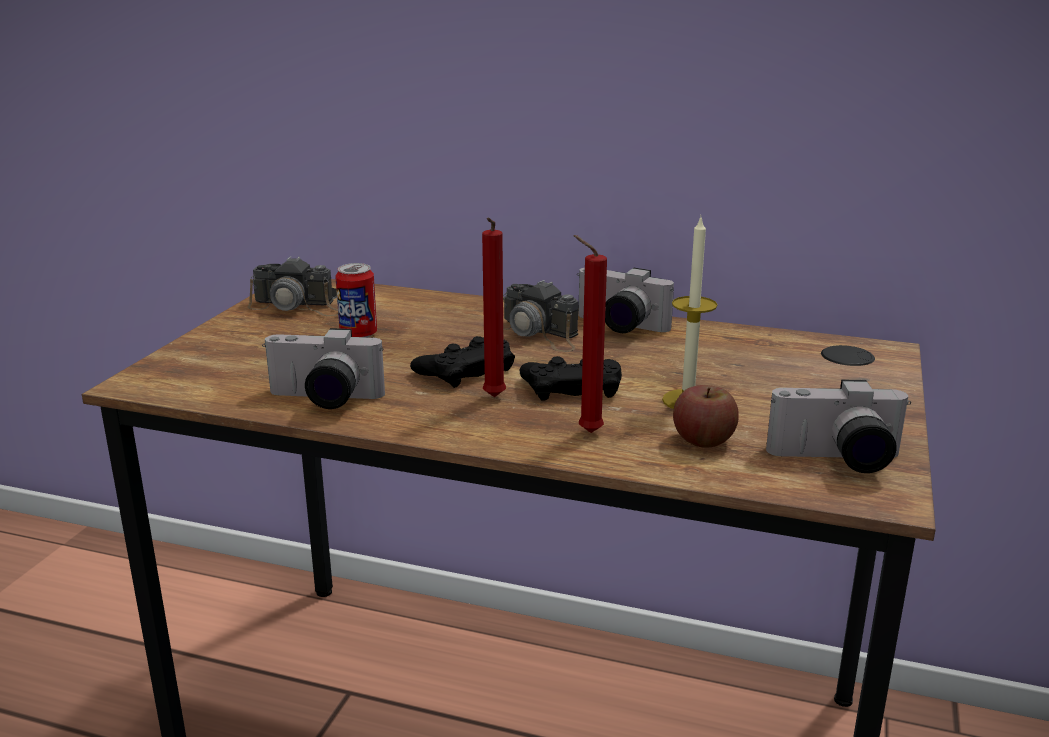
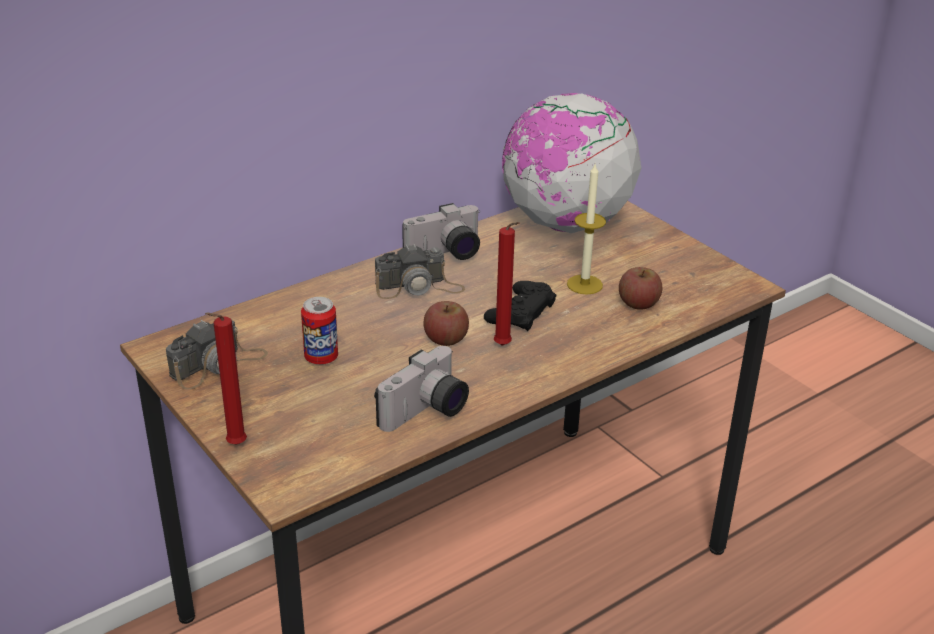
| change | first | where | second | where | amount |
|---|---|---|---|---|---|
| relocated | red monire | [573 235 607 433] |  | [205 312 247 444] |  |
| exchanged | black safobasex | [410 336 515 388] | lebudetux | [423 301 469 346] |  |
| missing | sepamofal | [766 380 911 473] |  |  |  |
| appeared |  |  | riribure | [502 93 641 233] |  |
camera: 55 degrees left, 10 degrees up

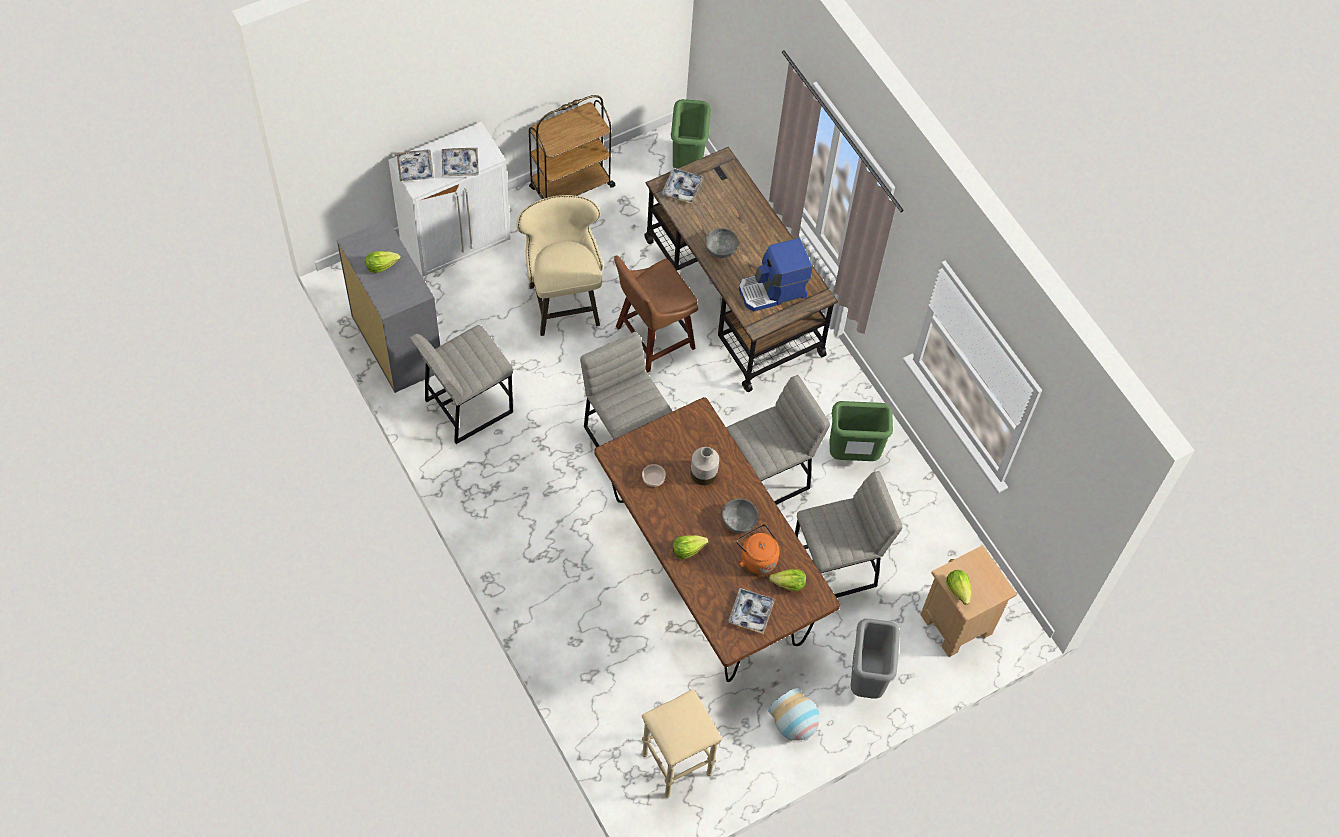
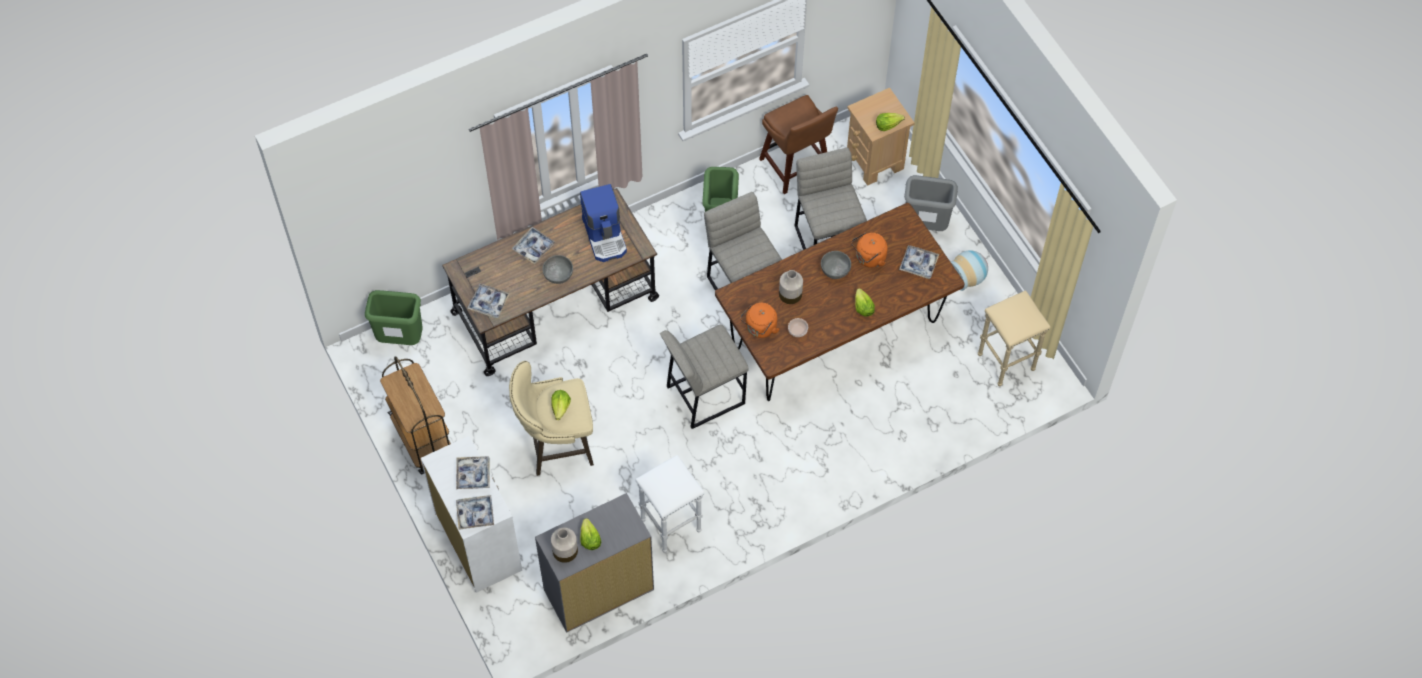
| change | first | where | second | where | amount |
|---|---|---|---|---|---|
| relocated | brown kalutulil | [614 255 698 373] |  | [759 95 838 194] |  |
| exchanged | grey kalutulil | [410 325 513 444] | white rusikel | [635 455 704 553] |  |
| relocated | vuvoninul | [769 569 806 591] |  | [551 390 571 420] |  |
| appeared |  |  | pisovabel | [512 227 556 264] |  |
| appeared |  |  | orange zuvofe | [740 303 780 338] |  |
| appeared |  |  | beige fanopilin | [551 528 578 563] |  |
camera: 85 degrees left, 0 degrees up

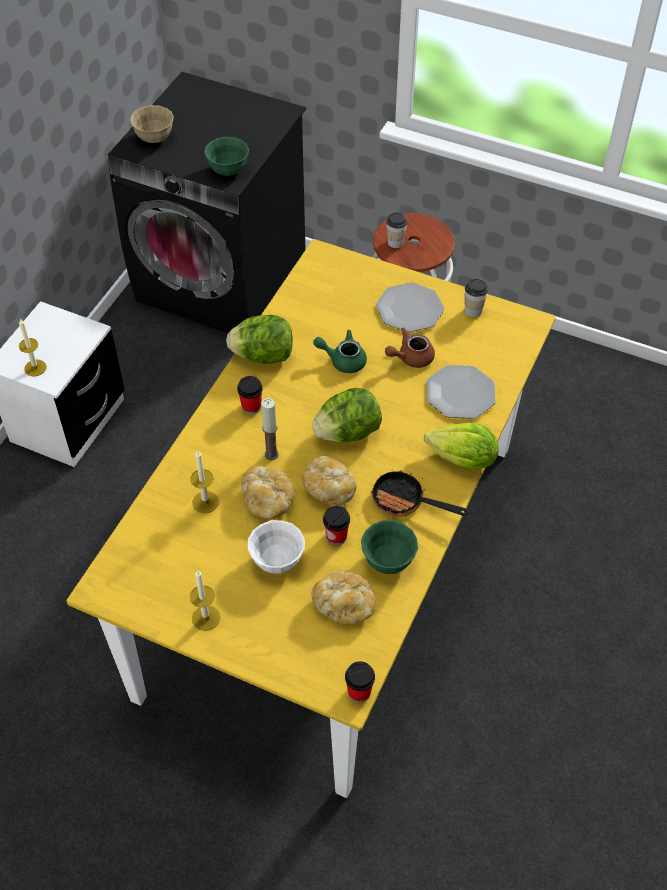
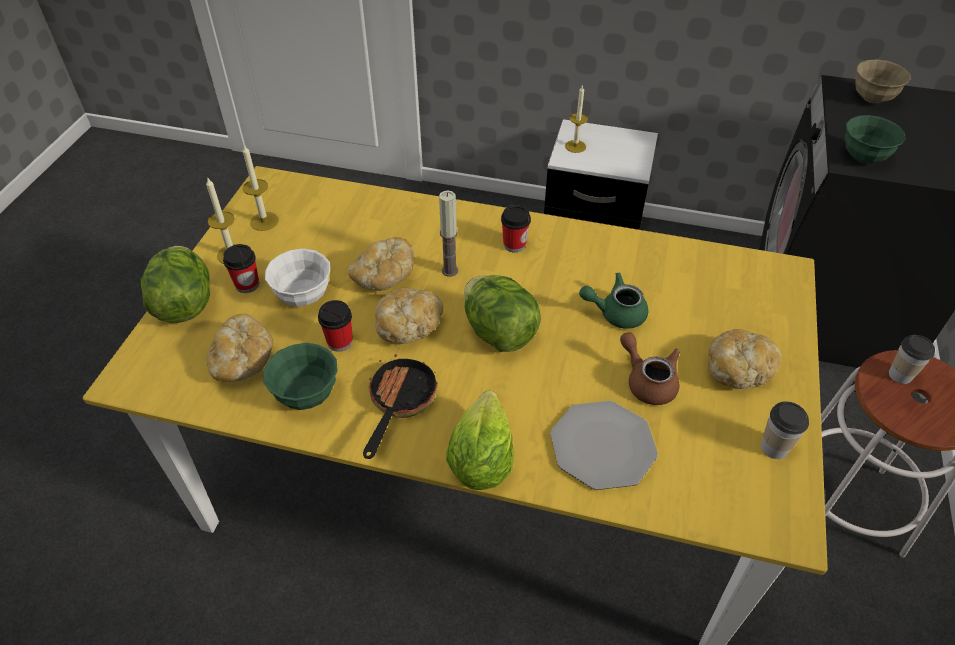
| change | first | where | second | where | amount |
|---|---|---|---|---|---|
| exchanged | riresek | [376 282 444 332] | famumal | [708 329 782 389] |  |
| relocated | vuvoninul | [226 315 293 364] |  | [141 246 210 323] |  |
| spun | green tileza | [313 330 367 373] |  | [579 273 648 329] | 90 degrees counterclockwise |
| relocated | monire | [190 450 219 513] |  | [243 145 279 231] |  |
| relocated | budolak | [345 661 375 703] |  | [223 244 259 293] |  |
camera: 80 degrees right, 5 degrees down

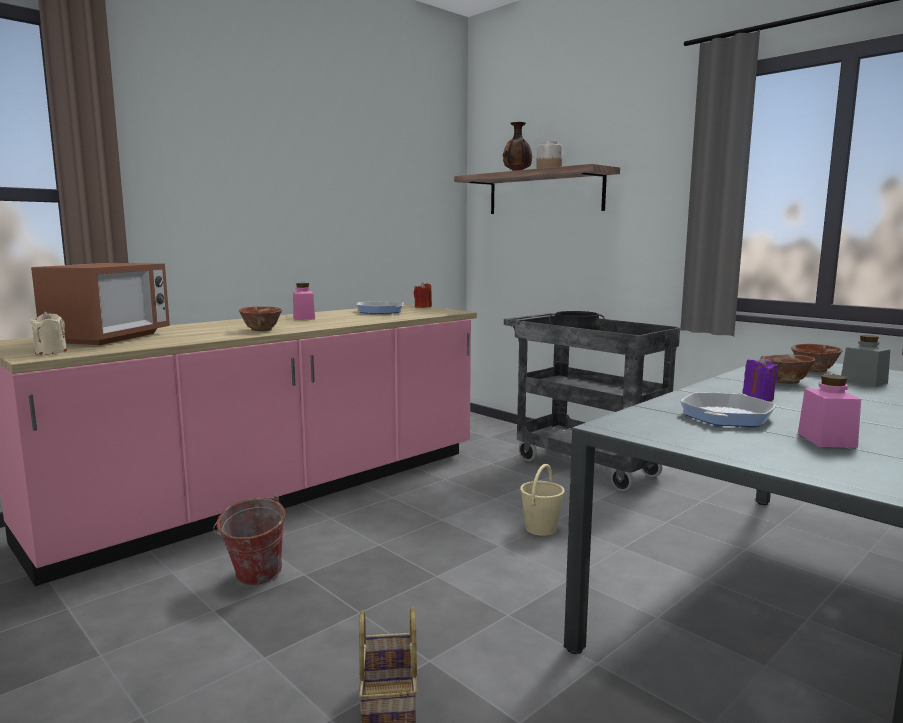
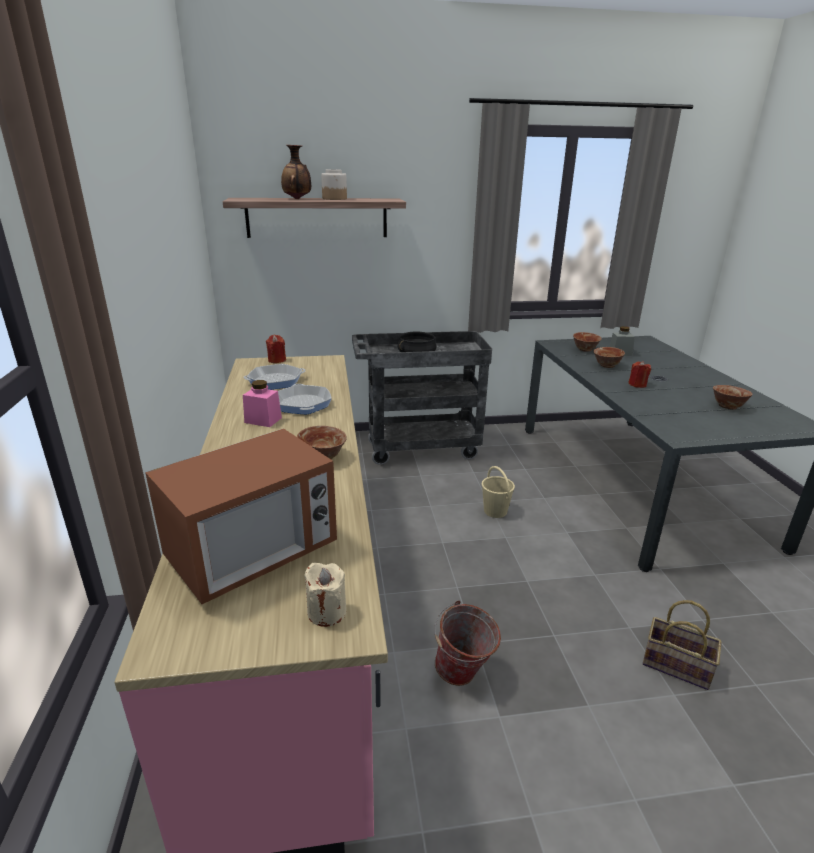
| change | first | where | second | where | amount |
|---|---|---|---|---|---|
| spun | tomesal | [31 263 170 345] |  | [145 428 337 604] | 90 degrees clockwise |
| colour | purple monire | [742 356 778 401] | red monire | [629 361 651 388] |  |
| exchanged | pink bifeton | [798 374 861 448] | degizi | [713 385 753 410] |  |
| relocated | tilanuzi | [680 393 776 427] |  | [278 384 332 414] |  |
camera: 55 degrees left, 15 degrees up

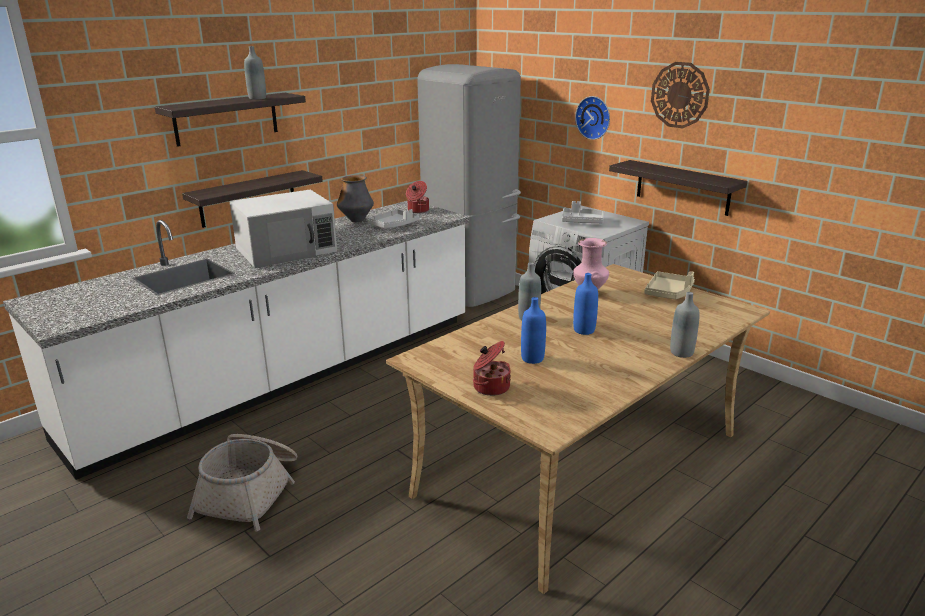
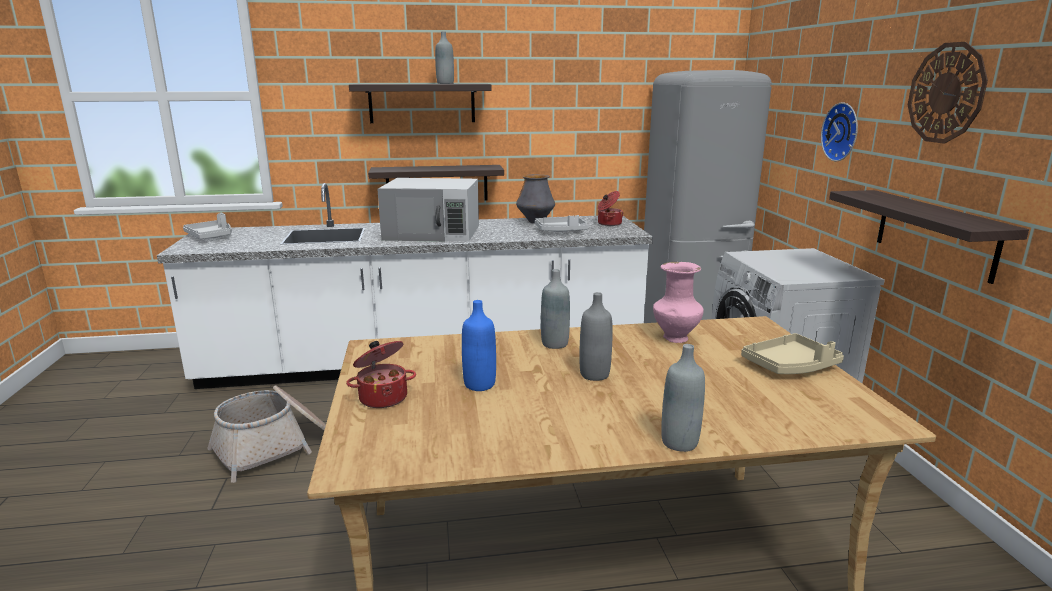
| change | first | where | second | where | amount |
|---|---|---|---|---|---|
| relocated | grey pisovabel | [562 201 604 223] |  | [183 213 232 239] |  |
| colour | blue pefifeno | [573 273 598 335] | grey pefifeno | [579 292 613 381] |  |
camera: 35 degrees right, 5 degrees down

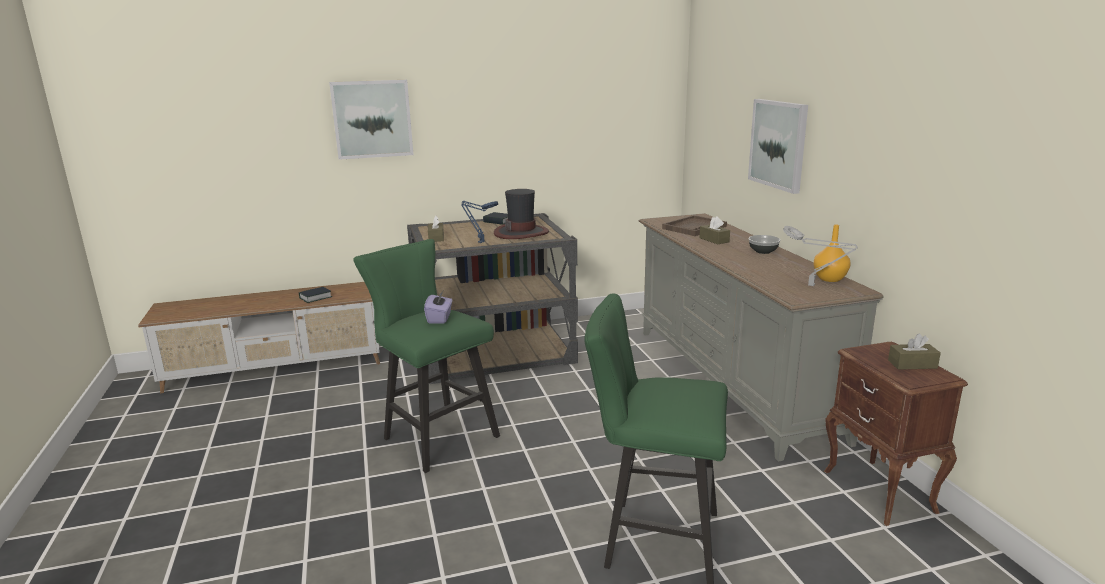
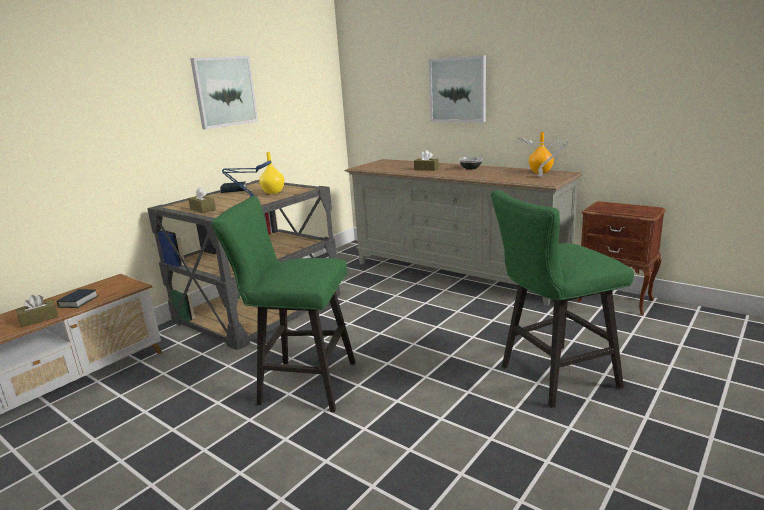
| change | first | where | second | where | amount |
|---|---|---|---|---|---|
| relocated | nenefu | [329 80 414 160] |  | [190 56 258 129] |  |
| exchanged | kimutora | [494 189 549 239] | yellow fanopilin | [259 152 285 194] |  |
| missing | brown pisovabel | [662 215 727 236] |  |  |  |
| missing | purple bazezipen | [424 291 452 323] |  |  |  |
| relocated | brown bazezipen | [888 334 941 370] |  | [16 295 58 327] |  |
camera: 35 degrees left, 0 degrees up

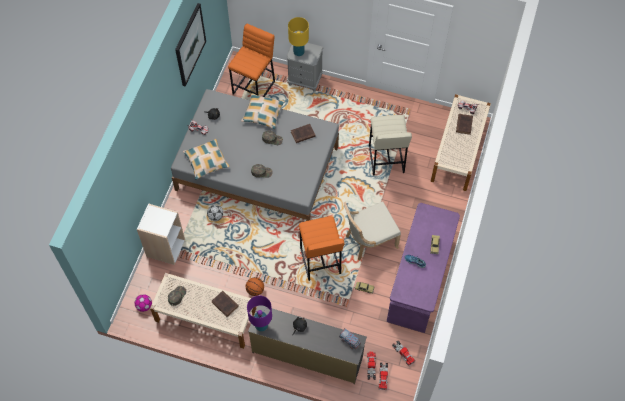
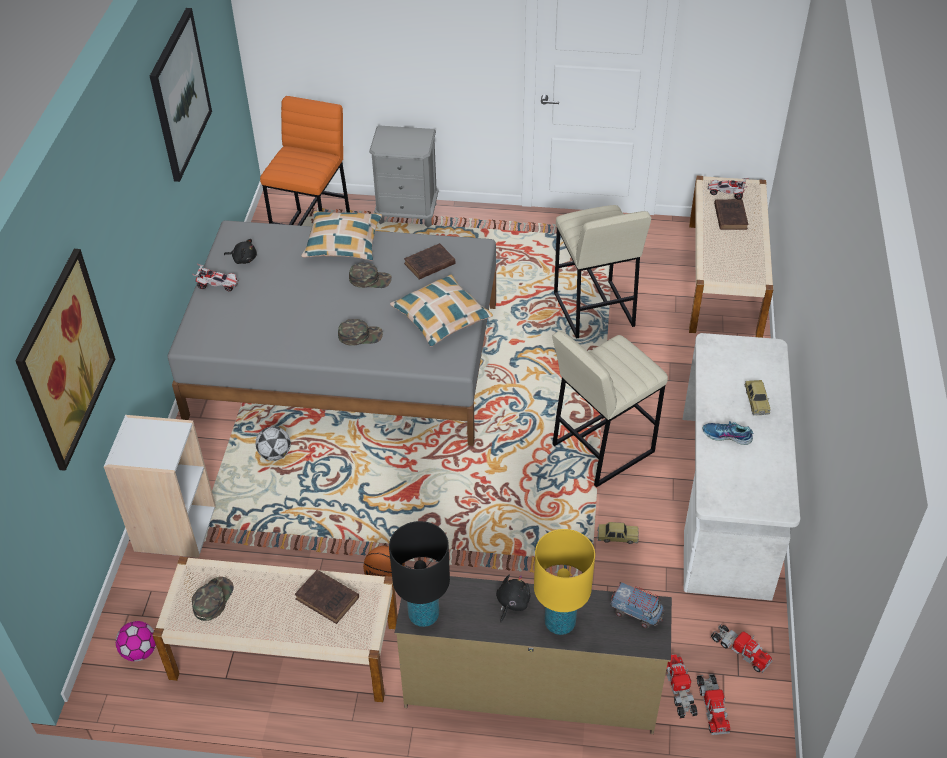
| change | first | where | second | where | amount |
|---|---|---|---|---|---|
| relocated | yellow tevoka | [288 17 309 56] |  | [534 529 595 635] |  |
| relocated | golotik | [183 139 229 180] |  | [390 275 493 347] |  |
| exchanged | beige kalutulil | [344 201 401 261] | beige rusikel | [552 331 668 487] |  |
| colour | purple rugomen | [387 203 460 333] | white rugomen | [682 333 800 601] |  |
| missing | orange rusikel | [299 216 345 281] |  |  |  |
| colour | purple tevoka | [247 295 272 331] | black tevoka | [389 521 450 627] |  |
| appeared |  |  | nenefu | [15 249 115 471] |  |
camera: 10 degrees left, 15 degrees down

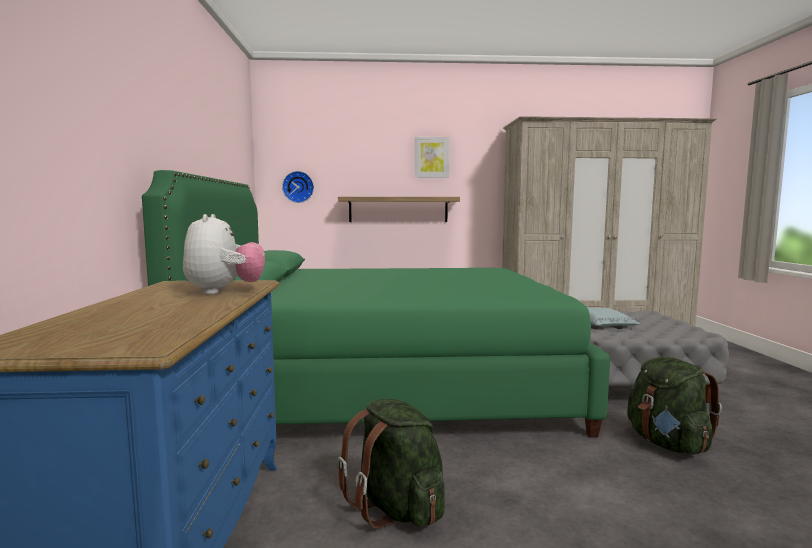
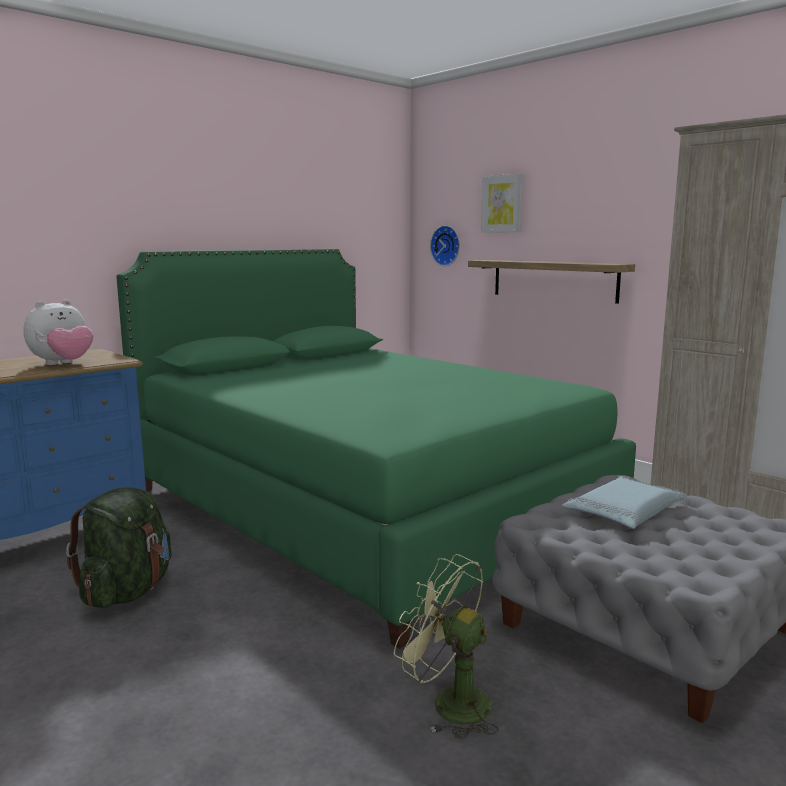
| change | first | where | second | where | amount |
|---|---|---|---|---|---|
| relocated | nenefu | [415 137 450 178] |  | [481 173 523 233] |  |
| exchanged | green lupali | [627 357 722 455] | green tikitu | [394 554 499 739] |  |
camera: 50 degrees right, 5 degrees up

